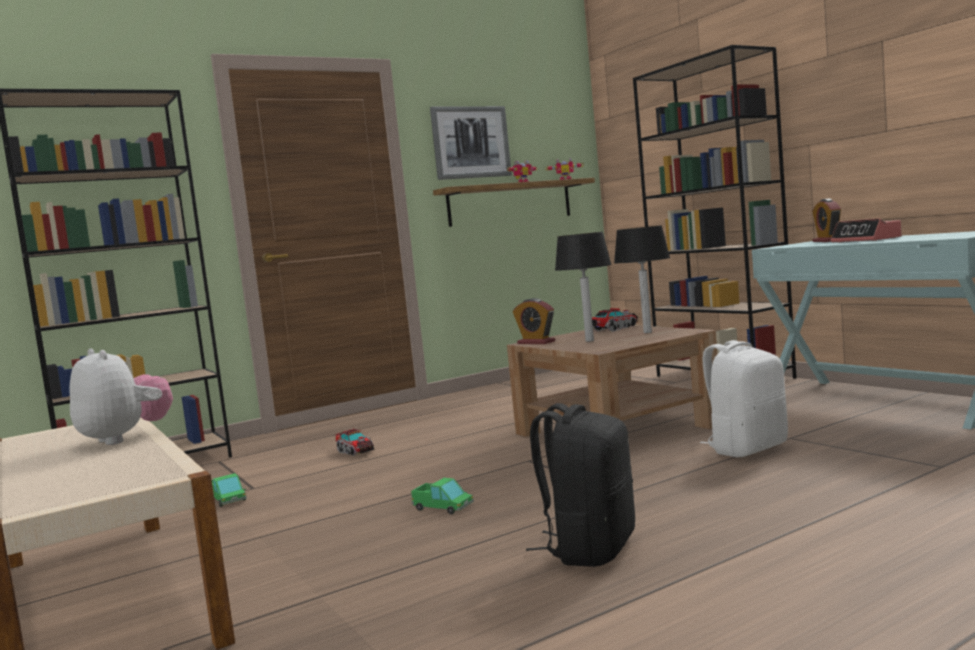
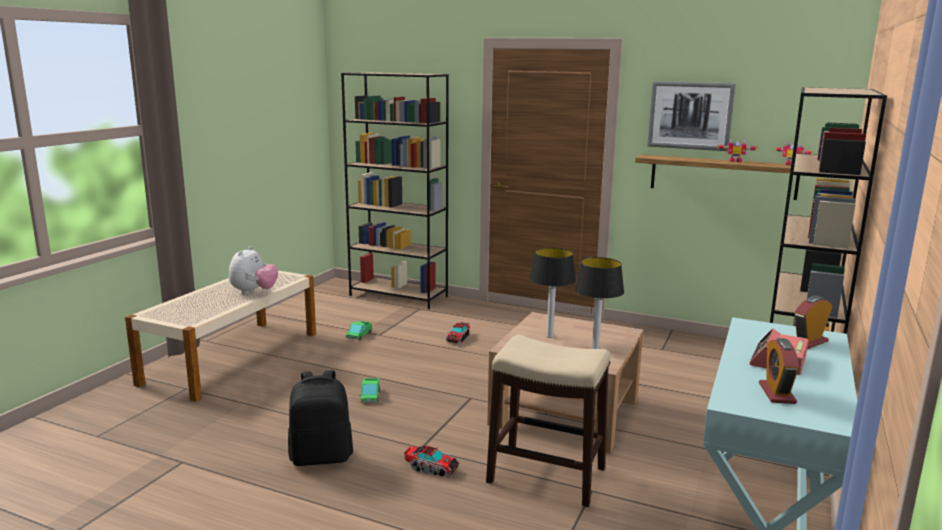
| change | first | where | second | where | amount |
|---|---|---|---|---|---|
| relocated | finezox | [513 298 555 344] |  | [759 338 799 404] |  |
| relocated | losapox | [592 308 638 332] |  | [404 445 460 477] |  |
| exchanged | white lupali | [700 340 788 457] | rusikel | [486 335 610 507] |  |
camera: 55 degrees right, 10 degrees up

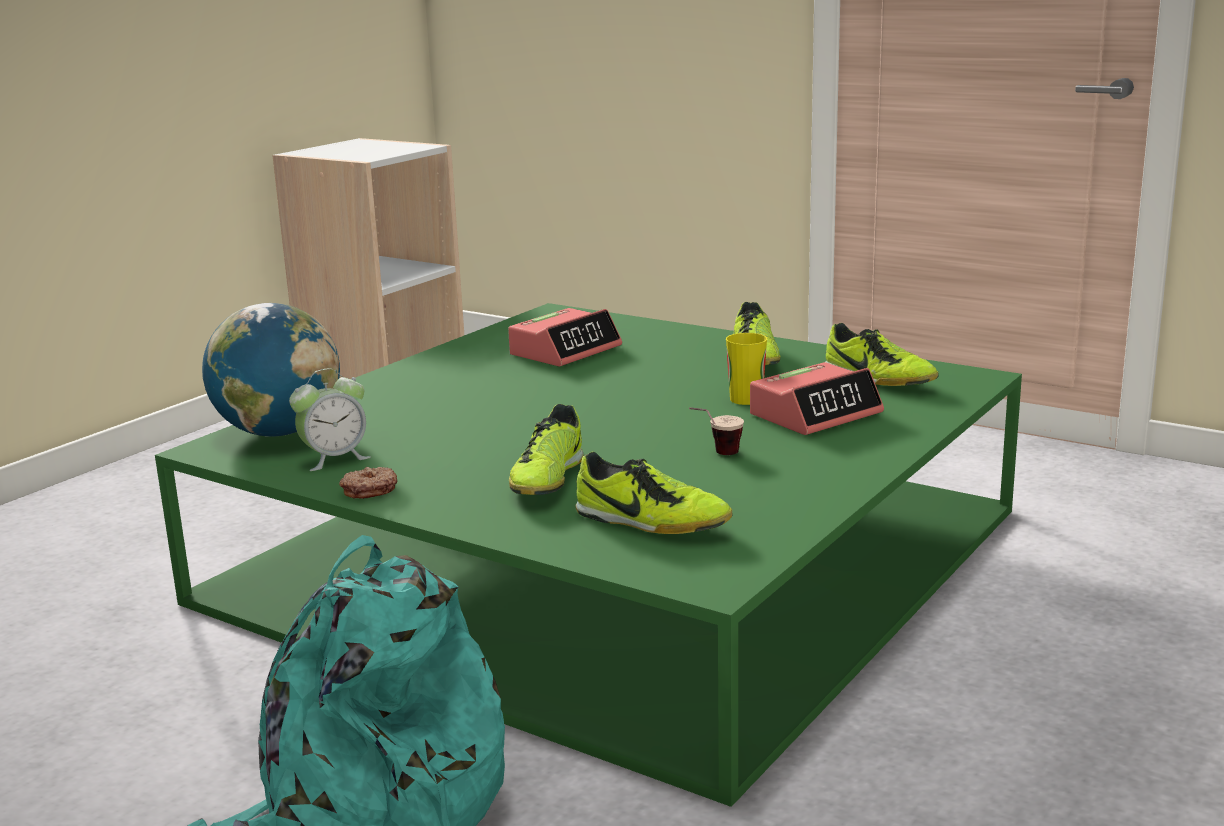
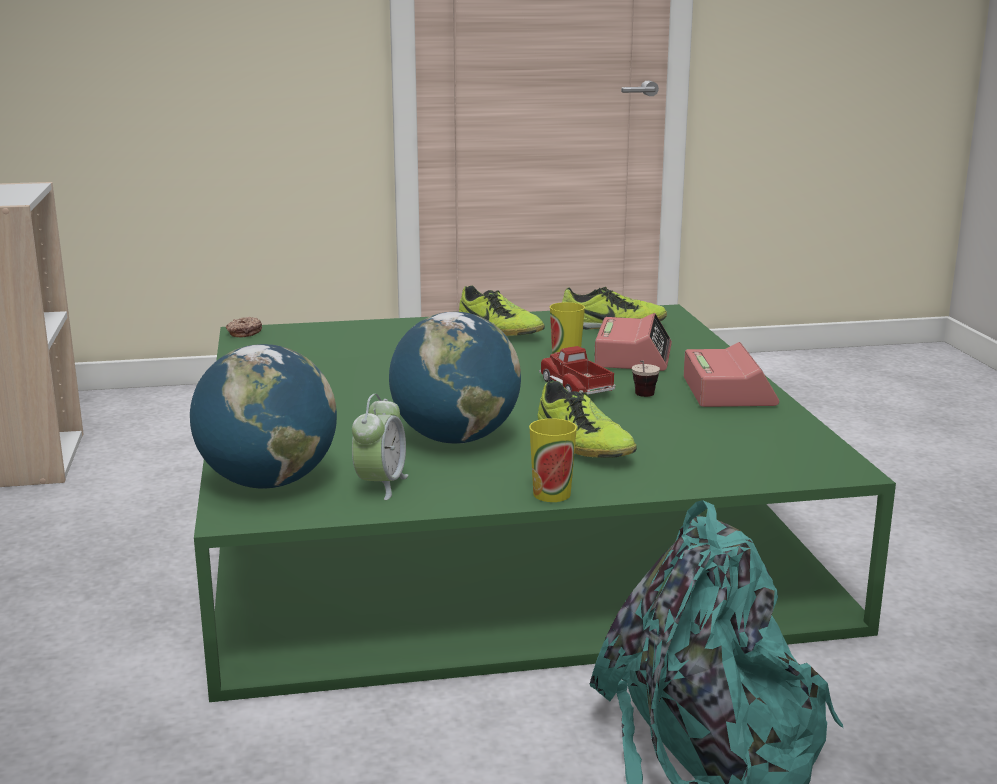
| change | first | where | second | where | amount |
|---|---|---|---|---|---|
| relocated | finezox | [508 308 622 366] |  | [684 342 779 407] |  |
| missing | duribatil | [575 452 733 534] |  |  |  |
| relocated | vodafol | [339 467 397 499] |  | [226 317 262 338] |  |
| appeared |  |  | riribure | [389 312 521 444] |  |
| appeared |  |  | losapox | [539 346 616 395] |  |
| appeared |  |  | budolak | [529 418 577 502] |  |
camera: 45 degrees left, 0 degrees up

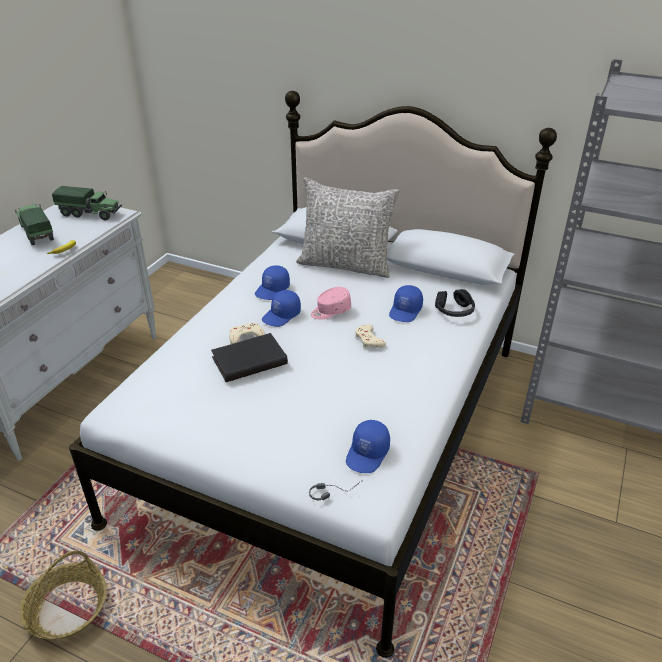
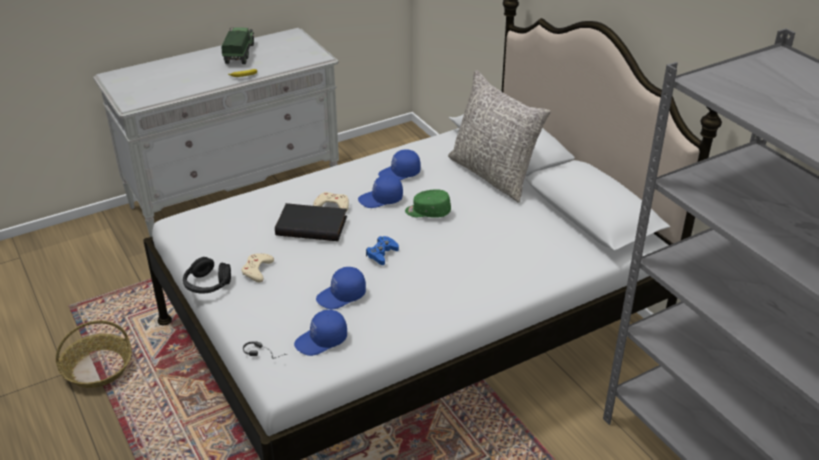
| change | first | where | second | where | amount |
|---|---|---|---|---|---|
| missing | losapox | [52 186 122 220] |  |  |  |
| relocated | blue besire | [389 285 423 322] |  | [316 267 366 310] |  |
| colour | pink besire | [311 287 351 320] | green besire | [405 189 451 218] |  |
| relocated | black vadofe | [435 289 475 317] |  | [183 257 231 294] |  |
| relocated | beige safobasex | [355 324 386 348] |  | [241 253 274 283] |  |
| appeared |  |  | blue safobasex | [366 236 399 265] |  |
camera: 35 degrees right, 0 degrees up

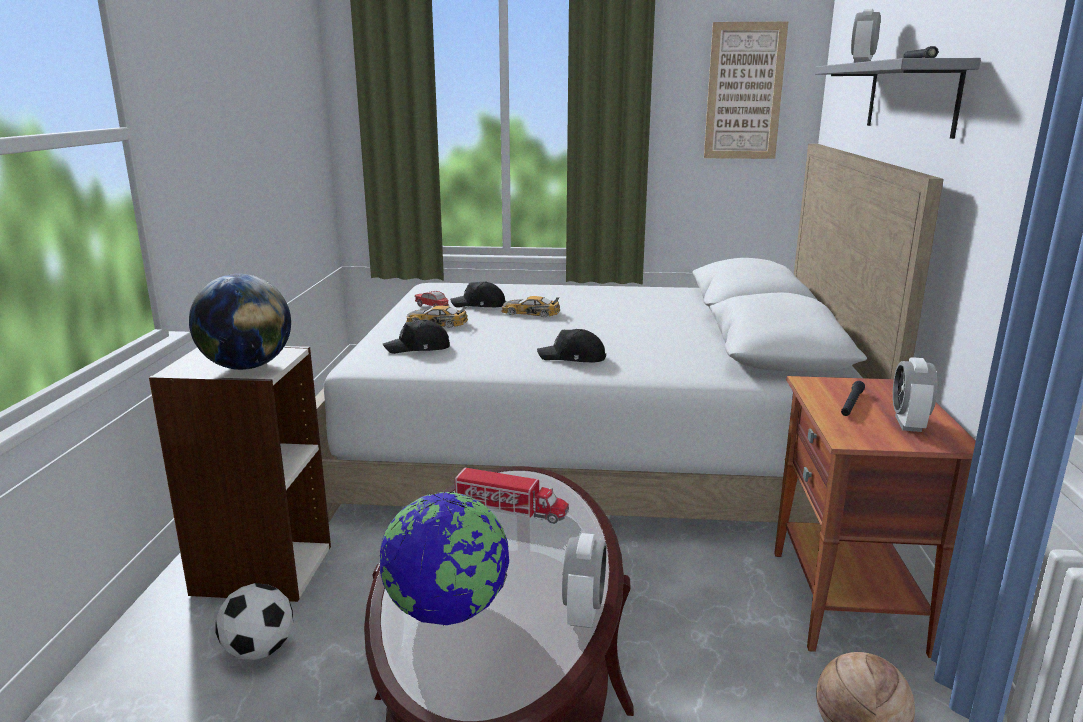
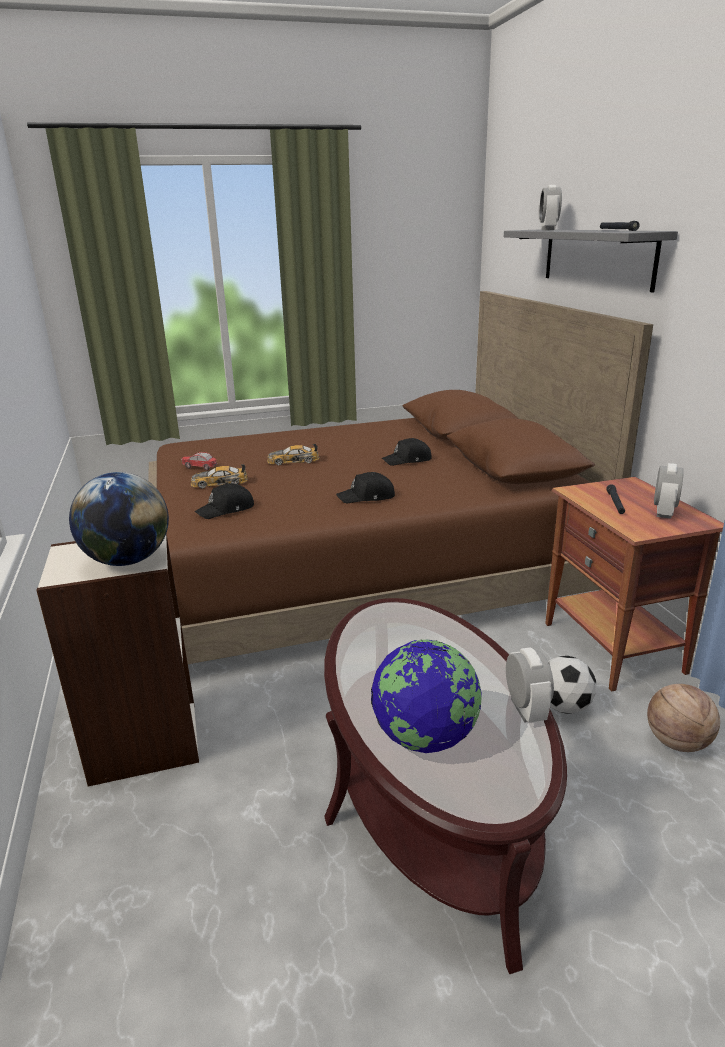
| change | first | where | second | where | amount |
|---|---|---|---|---|---|
| missing | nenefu | [704 21 788 159] |  |  |  |
| colour | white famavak | [315 143 944 523] | brown famavak | [148 291 653 664] |  |
| relocated | black besire | [450 281 506 307] |  | [382 438 432 466] |  |
| spun | finezox | [893 357 938 432] |  | [654 463 684 519] | 150 degrees counterclockwise |
| missing | losapox | [455 468 569 524] |  |  |  |
| relocated | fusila | [215 583 293 660] |  | [548 656 597 713] |  |
camera: 20 degrees left, 5 degrees up

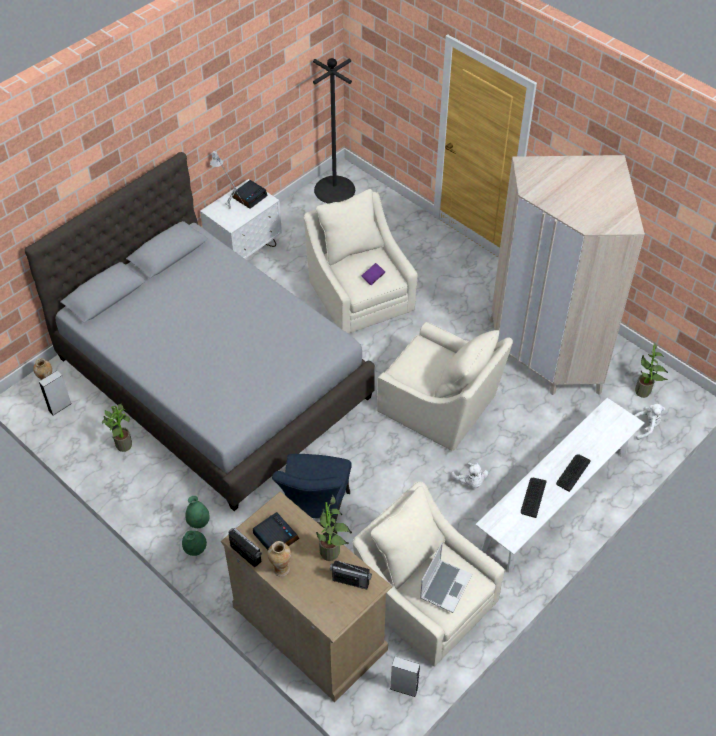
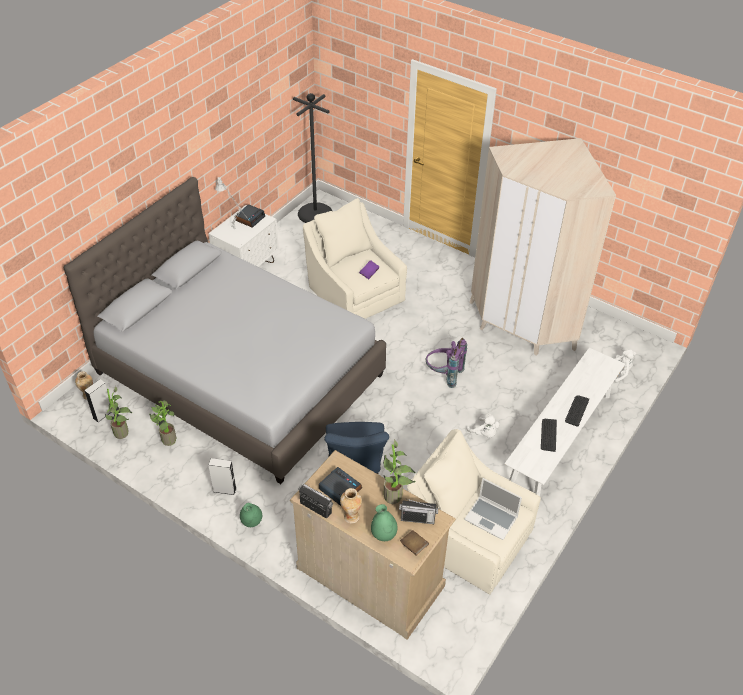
| change | first | where | second | where | amount |
|---|---|---|---|---|---|
| exchanged | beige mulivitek | [377 322 513 451] | purple lupali | [425 338 467 388] |  |
| relocated | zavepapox | [635 342 668 398] |  | [105 386 132 439] |  |
| relocated | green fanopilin | [185 496 210 528] |  | [371 504 398 541] |  |
| spun | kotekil | [420 542 472 613] |  | [464 478 522 540] | 105 degrees clockwise |
| relocated | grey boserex | [390 657 420 697] |  | [208 458 237 495] |  |
| appeared |  |  | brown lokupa | [400 530 429 556] |  |
camera: 10 degrees left, 5 degrees down

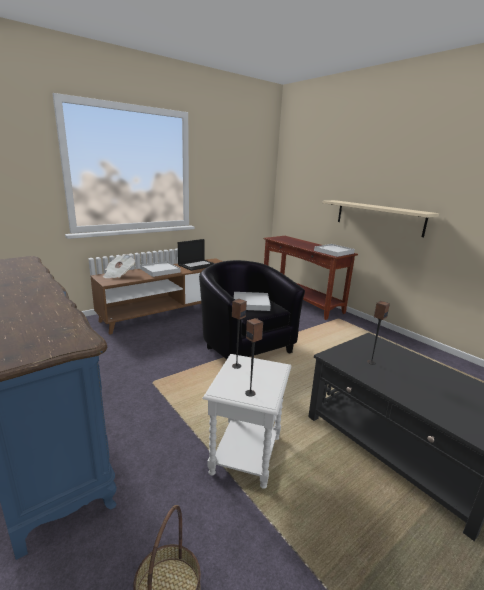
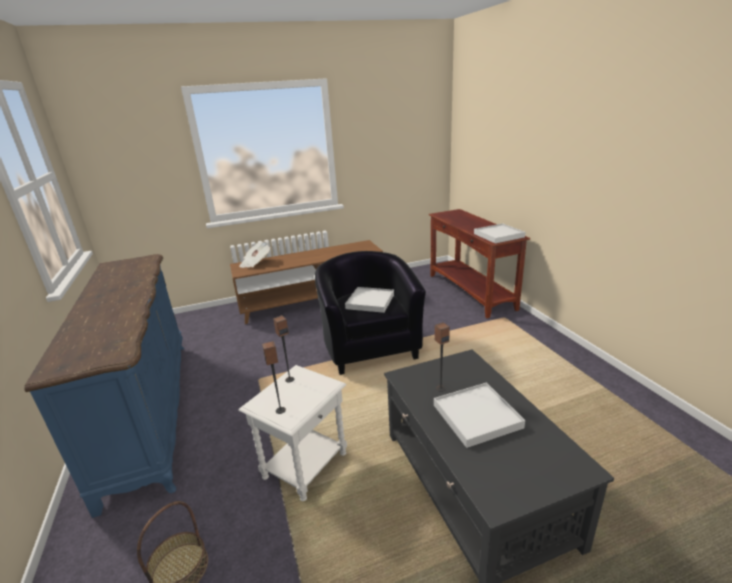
| change | first | where | second | where | amount |
|---|---|---|---|---|---|
| missing | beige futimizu | [323 200 439 237] |  |  |  |
| missing | kotekil | [178 239 215 271] |  |  |  |
| relocated | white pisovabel | [140 261 181 277] |  | [434 382 525 448] |  |
camera: 20 degrees right, 5 degrees up

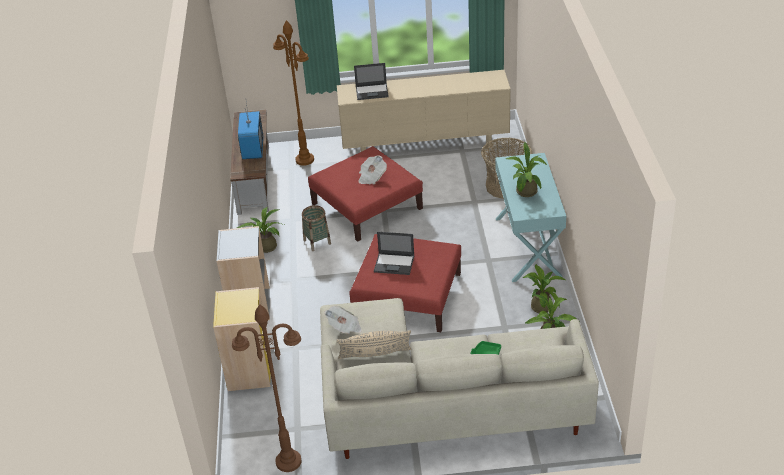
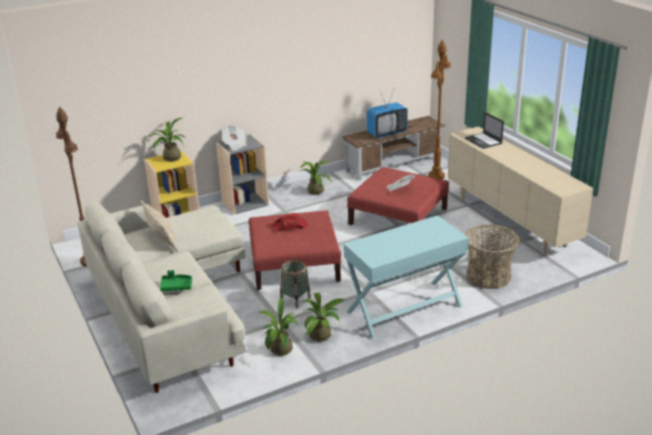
| change | first | where | second | where | amount |
|---|---|---|---|---|---|
| relocated | zavepapox | [505 142 547 197] |  | [145 118 185 162] |  |
| relocated | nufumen | [302 205 331 251] |  | [280 260 311 308] |  |
| exchanged | kotekil | [374 232 414 275] | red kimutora | [272 213 308 230] |  |
| relocated | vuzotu | [324 306 362 334] |  | [222 126 247 151] |  |
camera: 65 degrees right, 10 degrees down

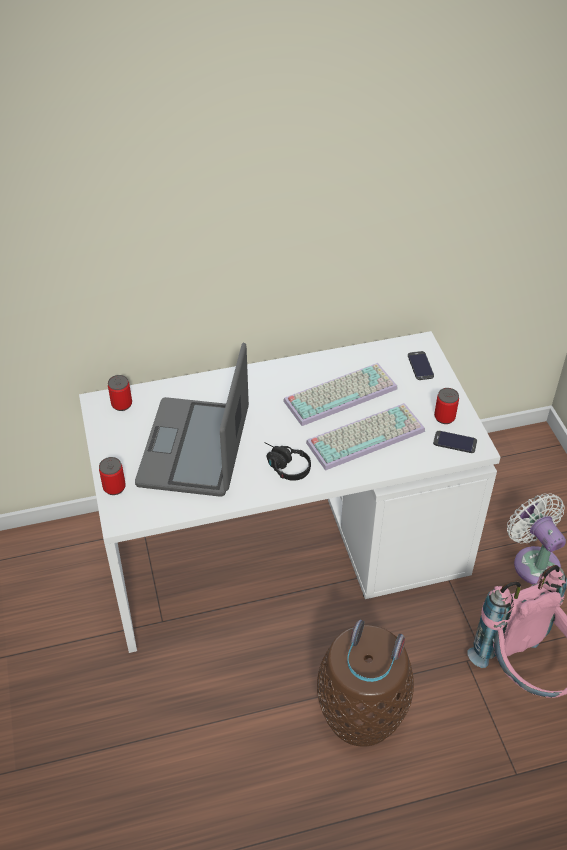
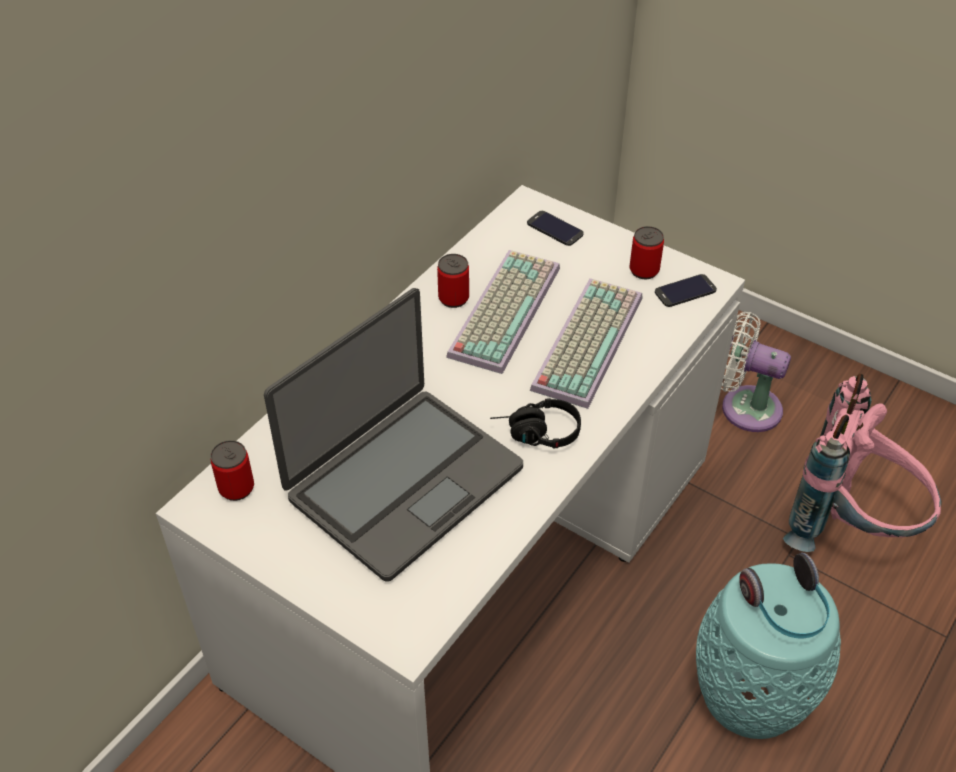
| change | first | where | second | where | amount |
|---|---|---|---|---|---|
| spun | kotekil | [135 343 249 497] |  | [264 288 523 582] | 105 degrees counterclockwise |
| relocated | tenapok | [99 457 126 495] |  | [437 254 469 308] |  |
| colour | brown rusikel | [317 625 414 747] | turquoise rusikel | [696 563 841 739] |  |
camera: 40 degrees left, 0 degrees up

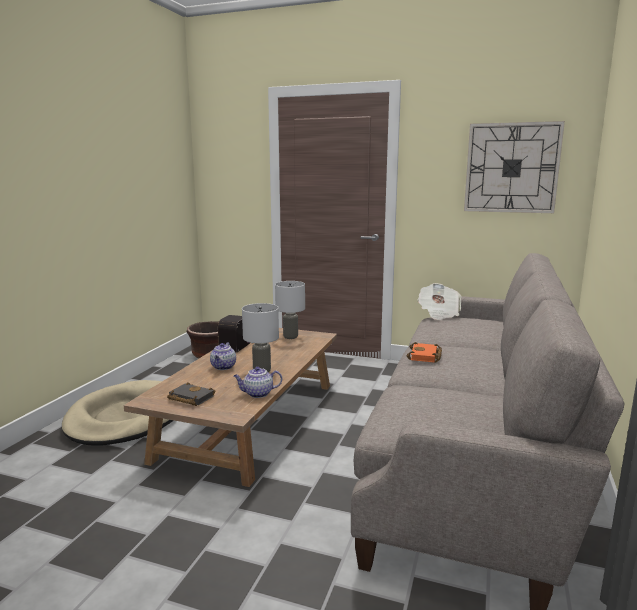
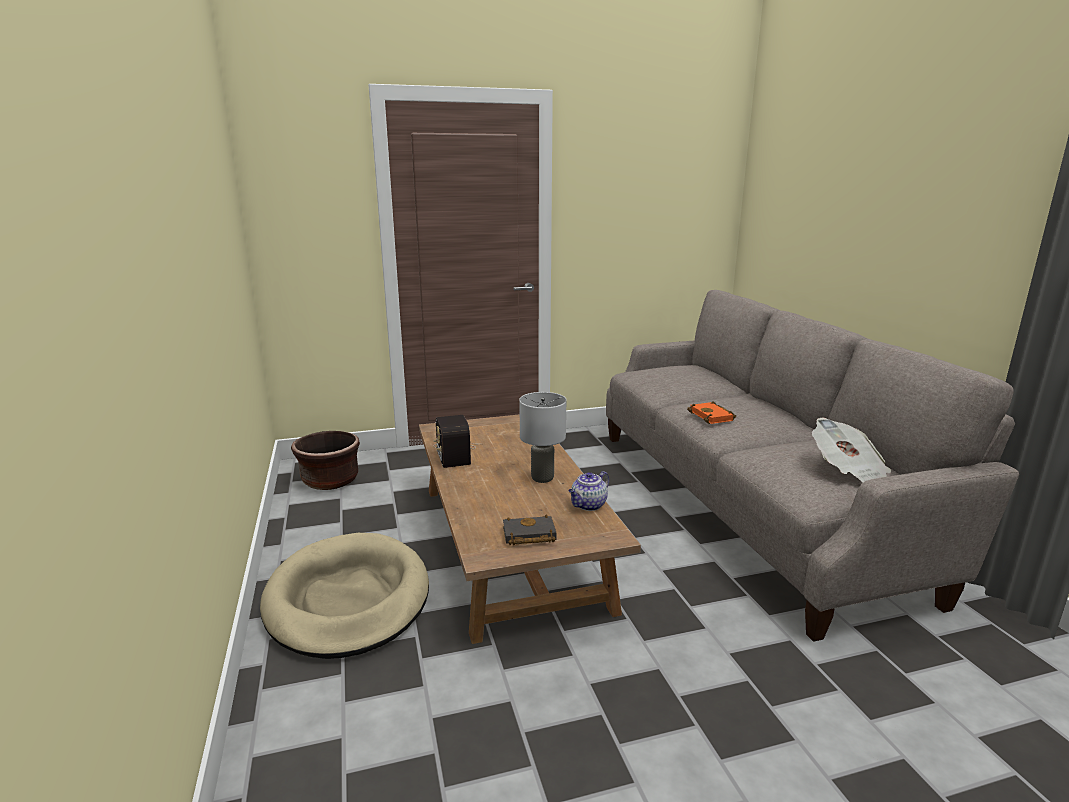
| change | first | where | second | where | amount |
|---|---|---|---|---|---|
| missing | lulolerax | [464 121 565 213] |  |  |  |
| missing | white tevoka | [275 281 305 339] |  |  |  |
| relocated | vuzotu | [417 283 461 320] |  | [812 418 891 482] |  |
| missing | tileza | [210 342 236 370] |  |  |  |
camera: 35 degrees left, 5 degrees up

